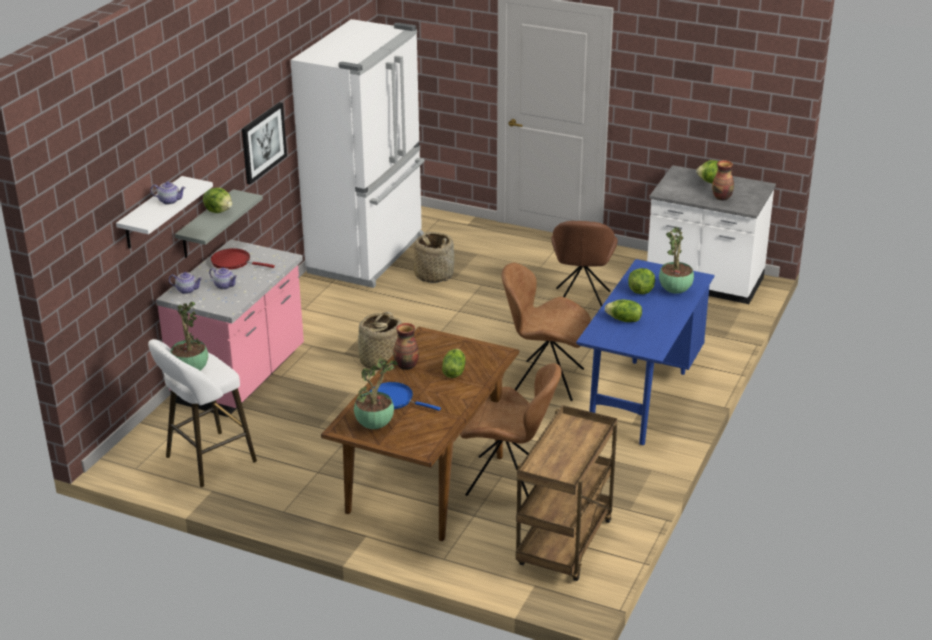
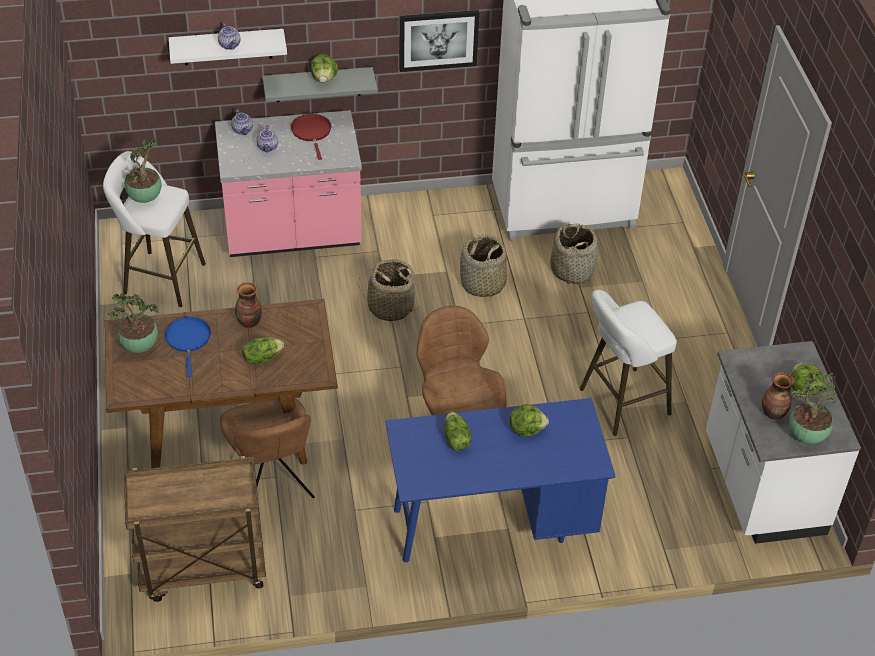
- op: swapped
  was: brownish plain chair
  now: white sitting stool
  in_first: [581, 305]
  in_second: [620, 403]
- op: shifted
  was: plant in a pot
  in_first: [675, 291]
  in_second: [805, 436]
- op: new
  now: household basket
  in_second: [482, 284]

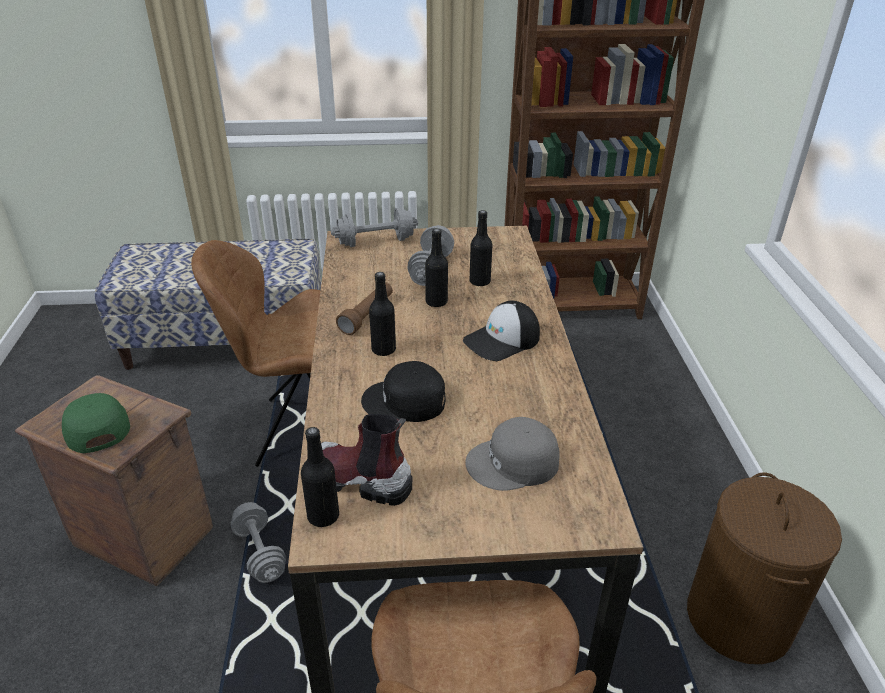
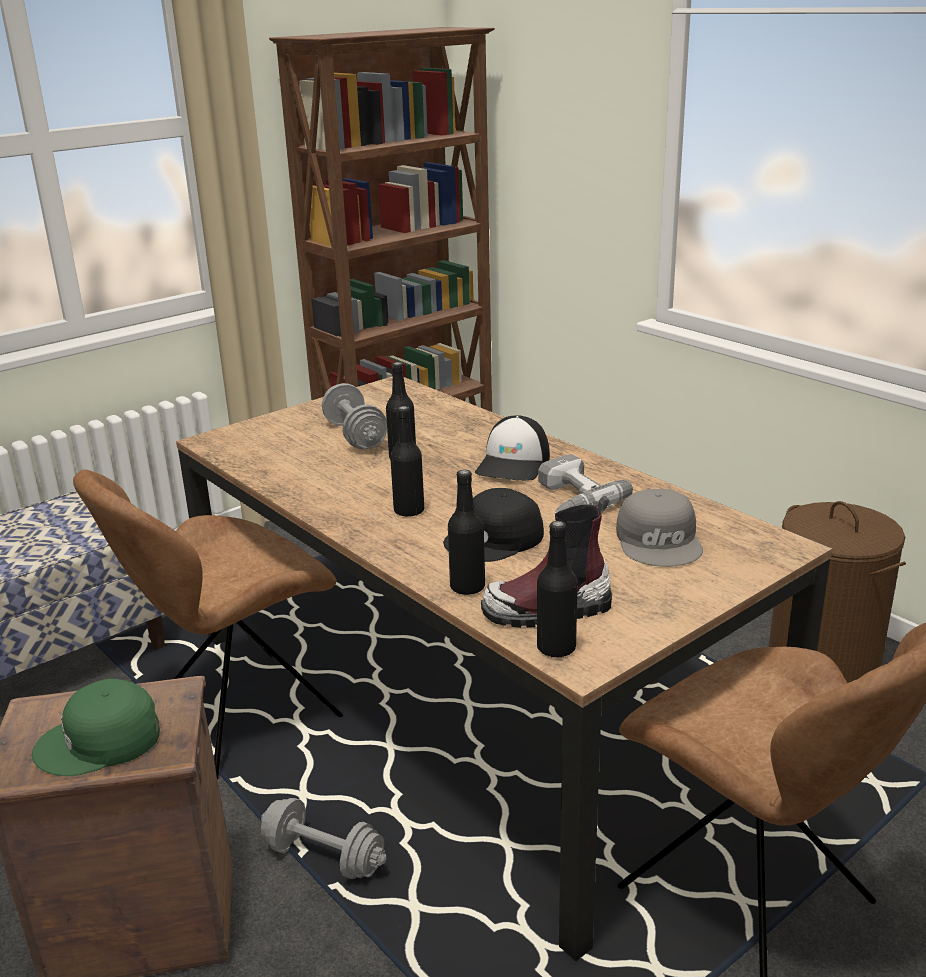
- op: gone
  was: grey hand weight
  in_first: [375, 242]
- op: shifted
  was: black-coloured drink bottle
  in_first: [480, 282]
  in_second: [467, 587]
- op: gone
  was: brownish flashlight
  in_first: [367, 315]
- op: rotated
  was: green peaked cap
  in_first: [95, 427]
  in_second: [100, 742]
  clockwise: -45
- op: rotated
  was: grey peaked cap
  in_first: [513, 463]
  in_second: [660, 541]
  clockwise: -45
- op: new
  now: electric drill
  in_second: [570, 499]

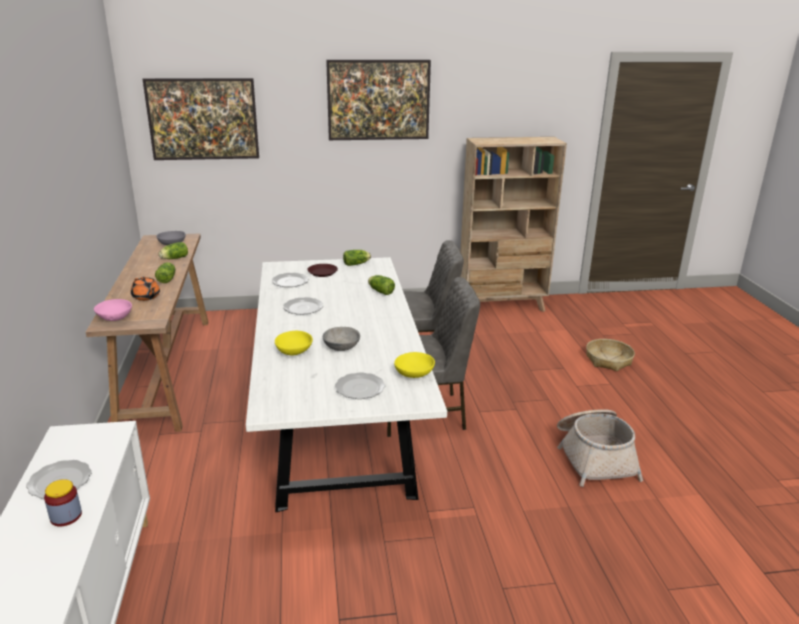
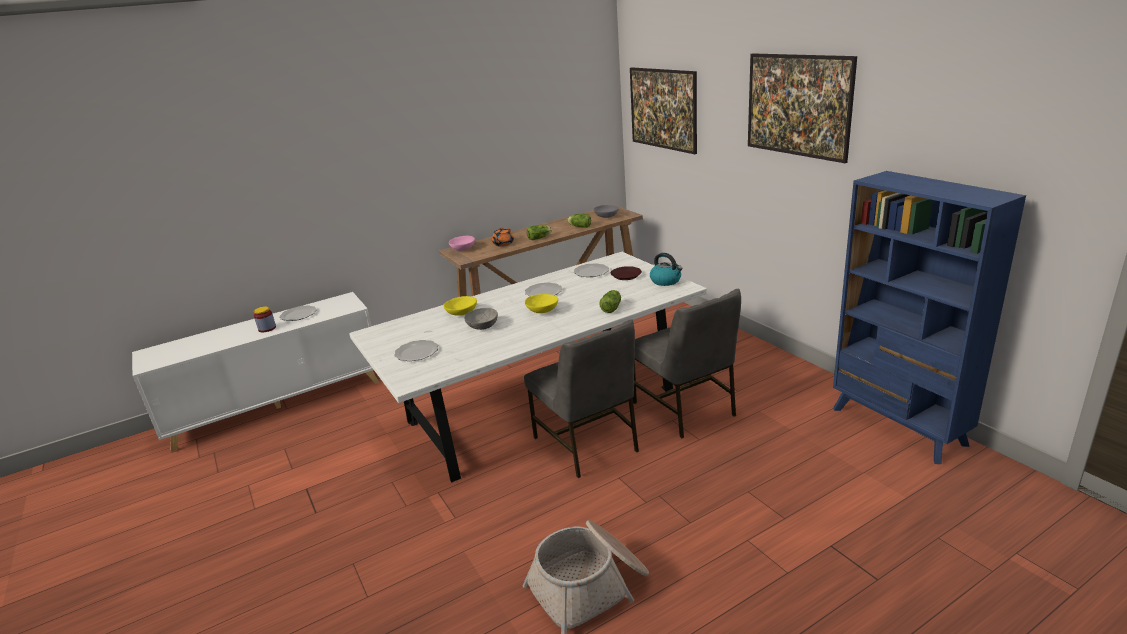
- op: repainted
  was: beige shelving unit
  now: blue shelving unit
  in_first: [502, 306]
  in_second: [898, 427]
- op: swapped
  was: lettuce head
  now: kettle
  in_first: [357, 264]
  in_second: [666, 281]
- op: gone
  was: household basket
  in_first: [608, 360]
- op: shifted
  was: yellow-coloured serving bowl
  in_first: [414, 374]
  in_second: [542, 311]

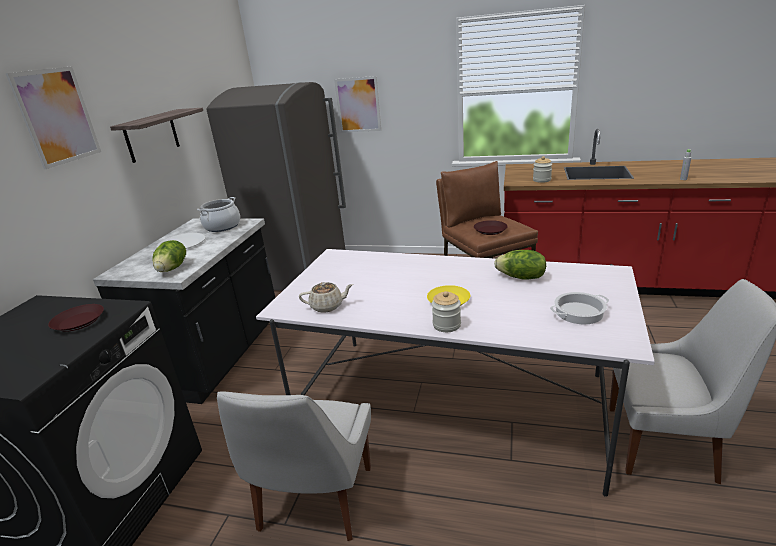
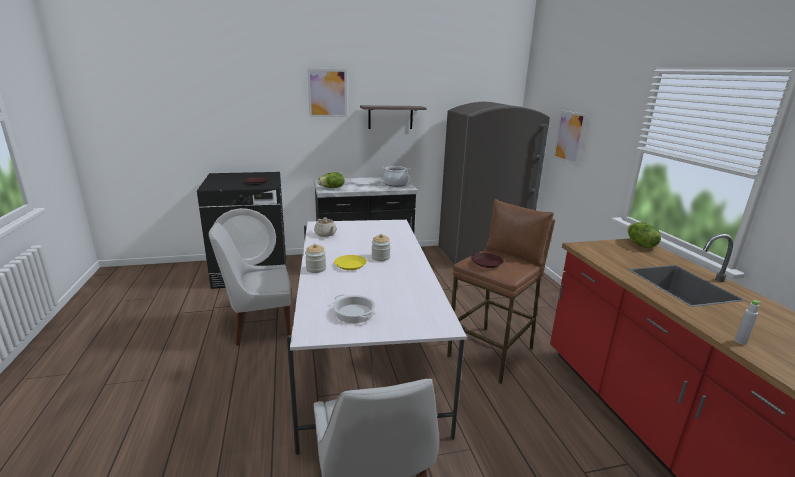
- op: shifted
  was: jar
  in_first: [542, 180]
  in_second: [380, 257]
- op: shifted
  was: lettuce head
  in_first: [521, 277]
  in_second: [639, 245]

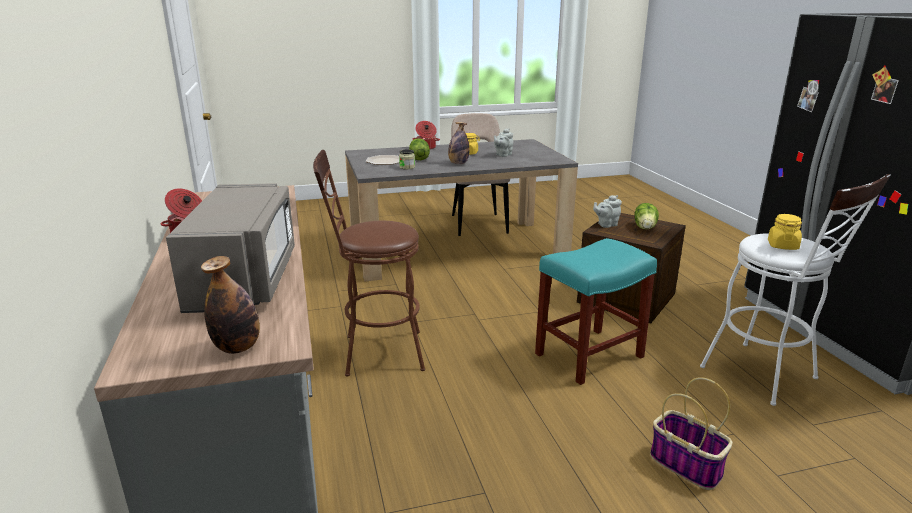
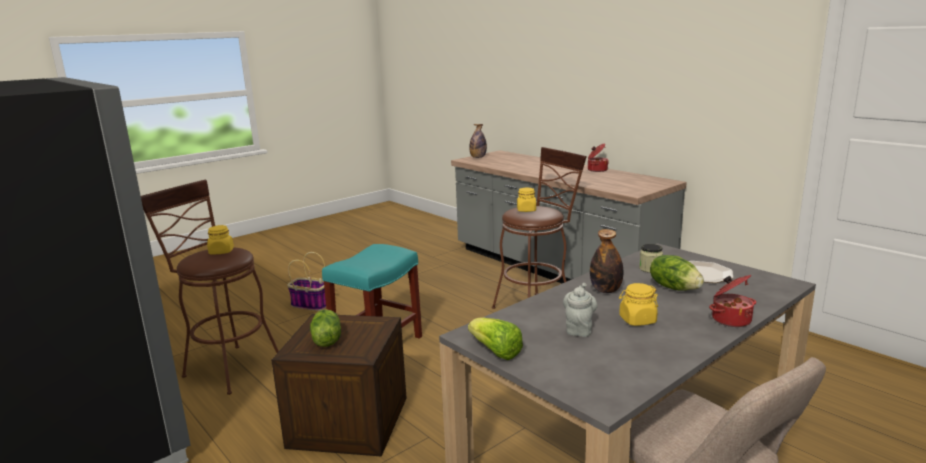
- op: repainted
  was: white sitting stool
  now: brownish sitting stool
  in_first: [767, 376]
  in_second: [227, 367]
- op: gone
  was: grey kitchen microwave
  in_first: [245, 280]
- op: gone
  was: grey teapot
  in_first: [606, 225]
- op: new
  now: yellow-coloured jar
  in_second: [526, 210]
- op: new
  now: lettuce head
  in_second: [495, 352]

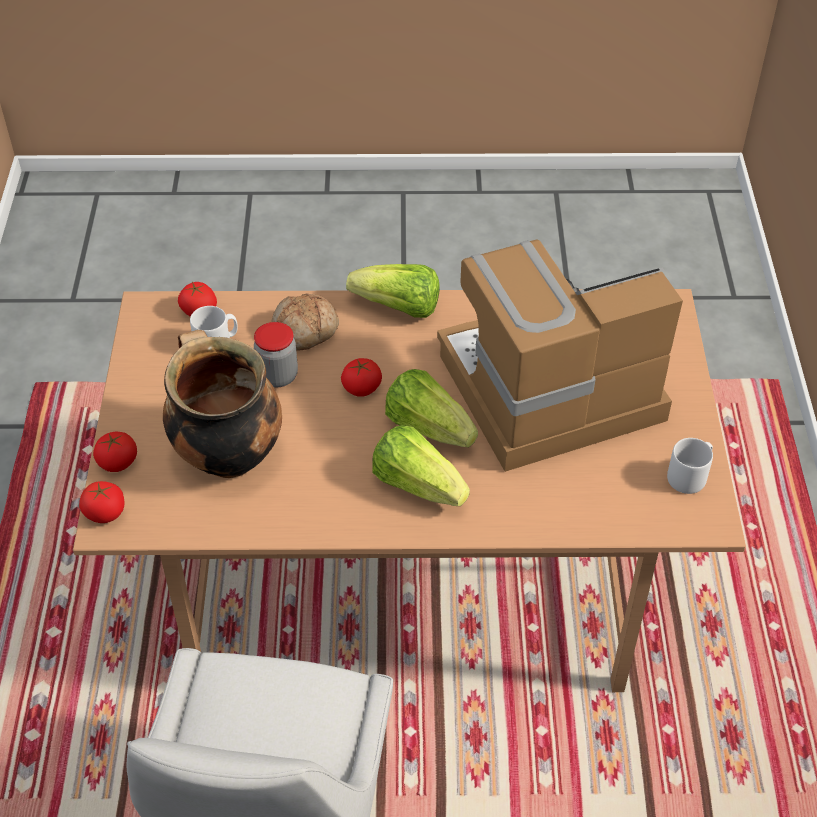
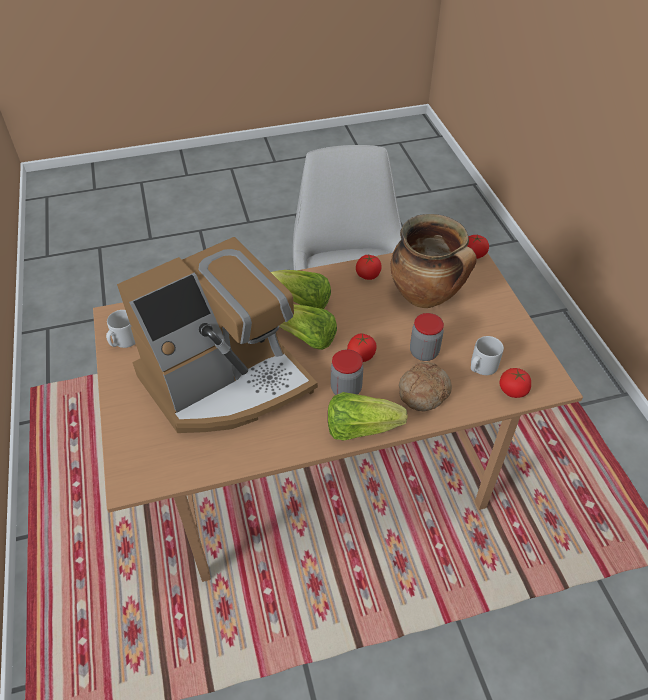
- op: shifted
  was: tomato
  in_first: [118, 462]
  in_second: [368, 275]
- op: new
  now: jar
  in_second: [346, 389]

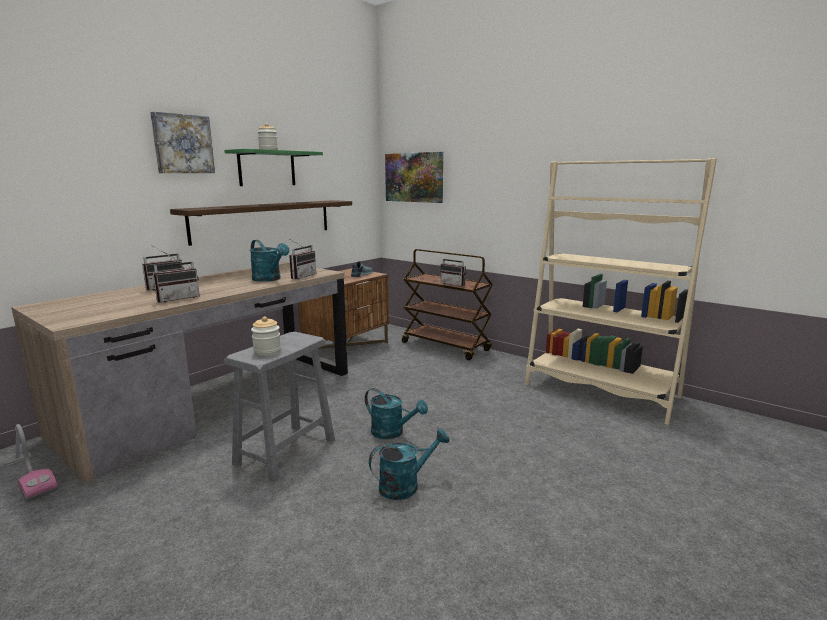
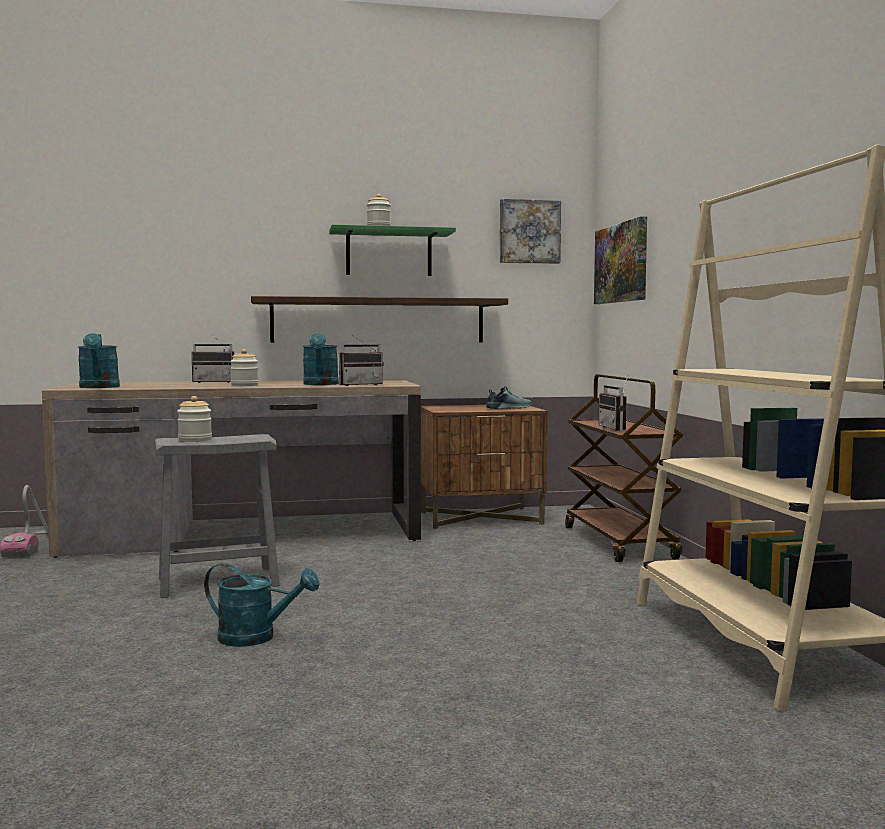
- op: shifted
  was: wall picture
  in_first: [182, 144]
  in_second: [529, 232]
- op: gone
  was: radio receiver
  in_first: [177, 298]
- op: shifted
  was: blue-green watering can
  in_first: [392, 433]
  in_second: [99, 387]
- op: new
  now: jar
  in_second: [244, 385]

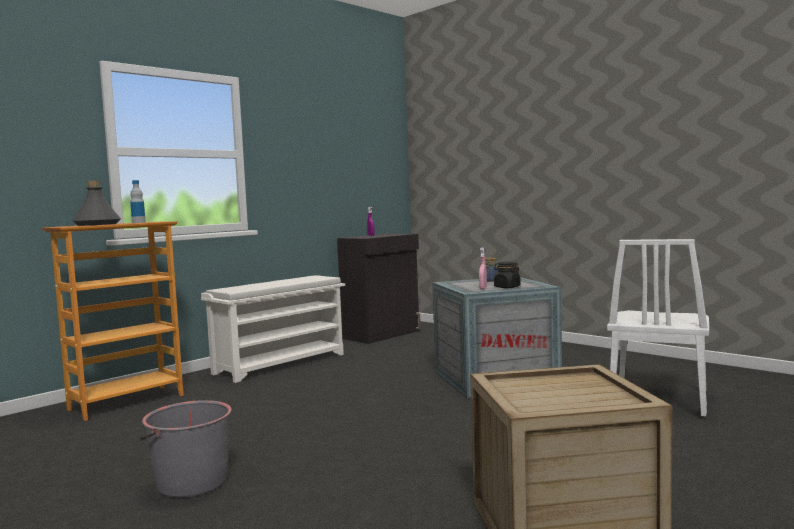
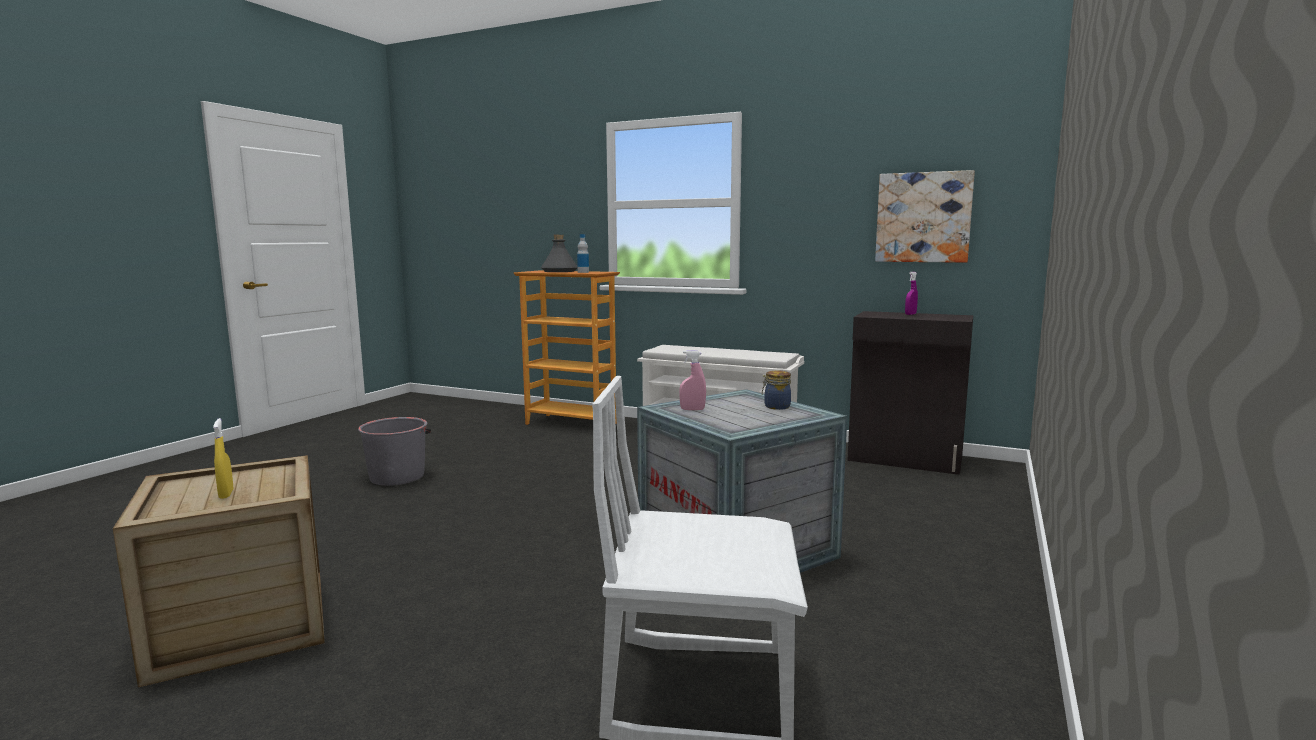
- op: gone
  was: black-coloured jar
  in_first: [507, 287]
- op: new
  now: wall picture
  in_second: [923, 217]
- op: new
  now: yellow-coloured sprayer
  in_second: [226, 494]

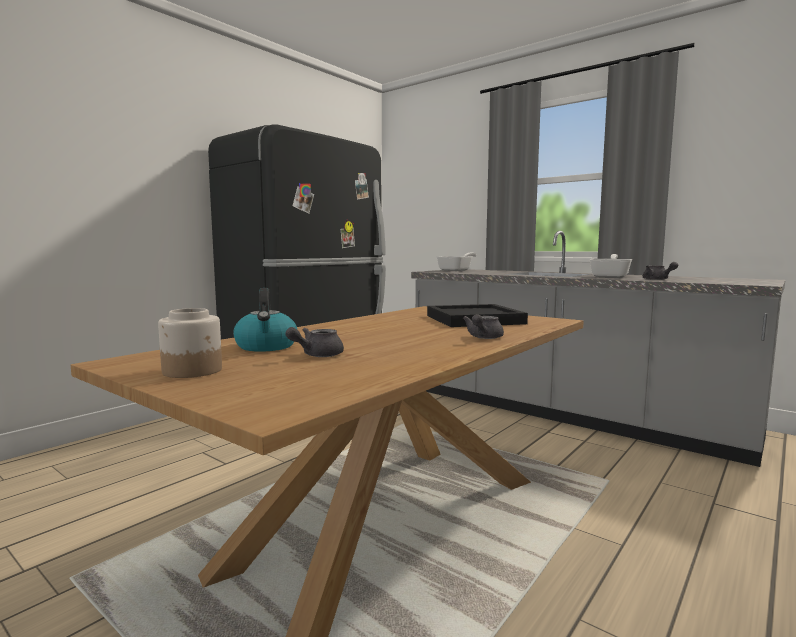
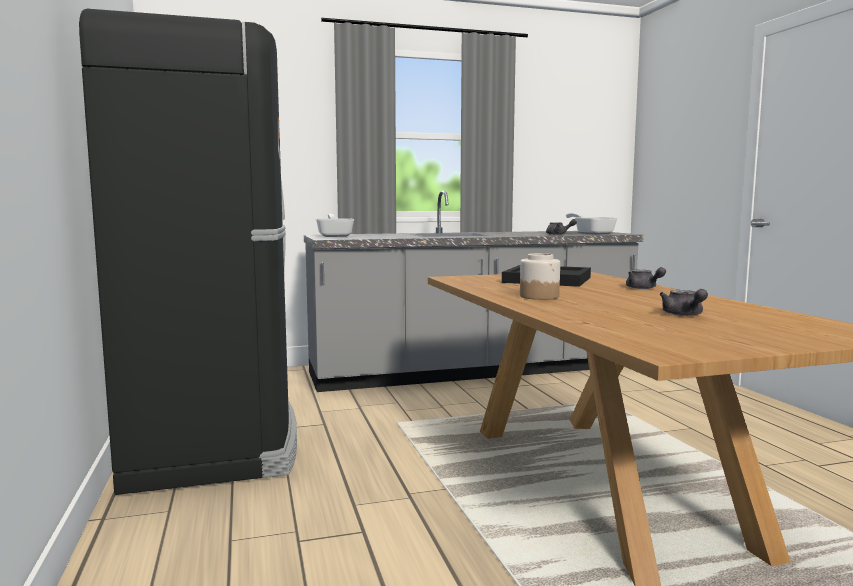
- op: shifted
  was: pan
  in_first: [610, 277]
  in_second: [591, 233]
- op: gone
  was: kettle
  in_first: [266, 346]
- op: shifted
  was: jar
  in_first: [193, 371]
  in_second: [539, 296]

